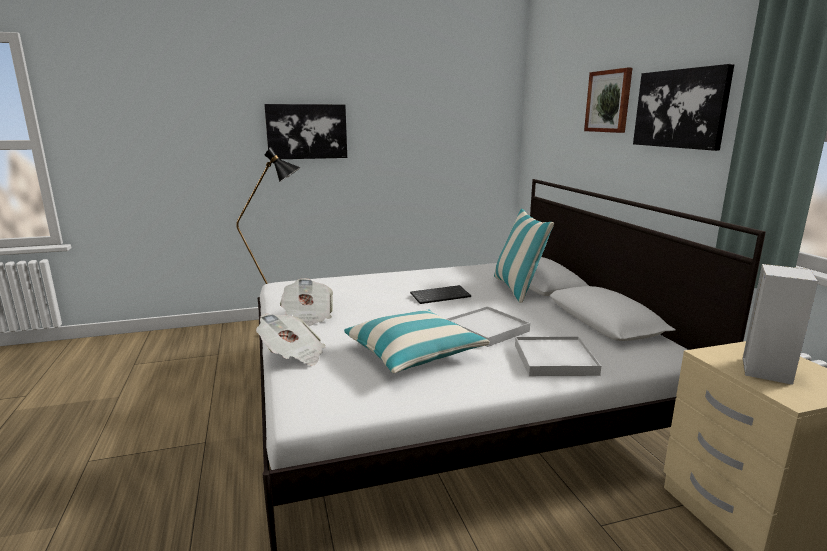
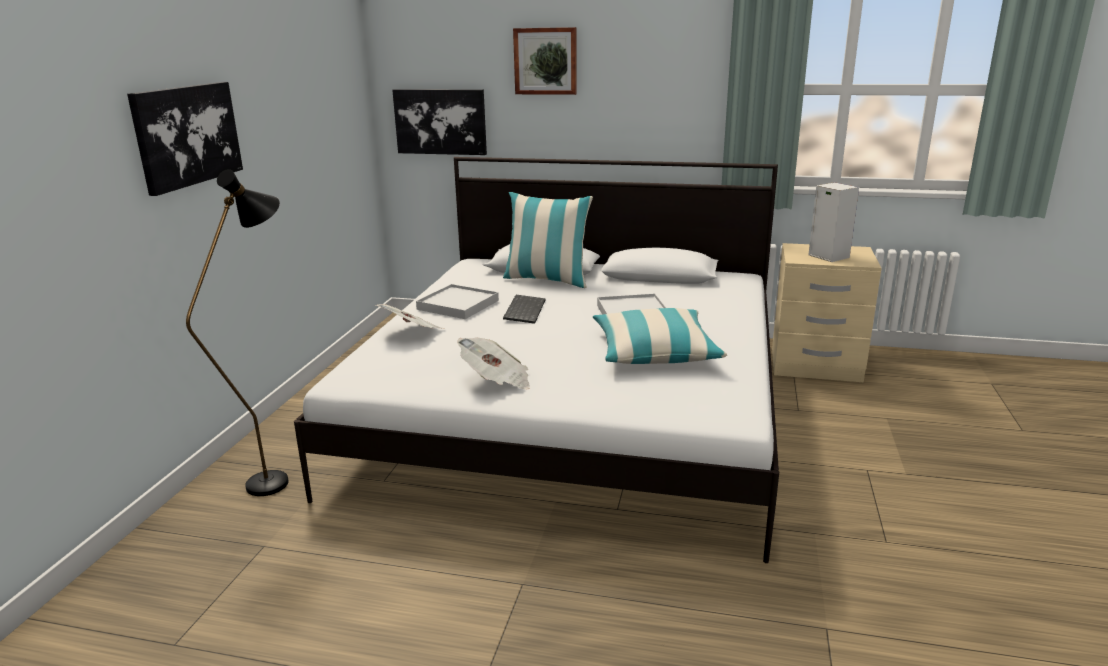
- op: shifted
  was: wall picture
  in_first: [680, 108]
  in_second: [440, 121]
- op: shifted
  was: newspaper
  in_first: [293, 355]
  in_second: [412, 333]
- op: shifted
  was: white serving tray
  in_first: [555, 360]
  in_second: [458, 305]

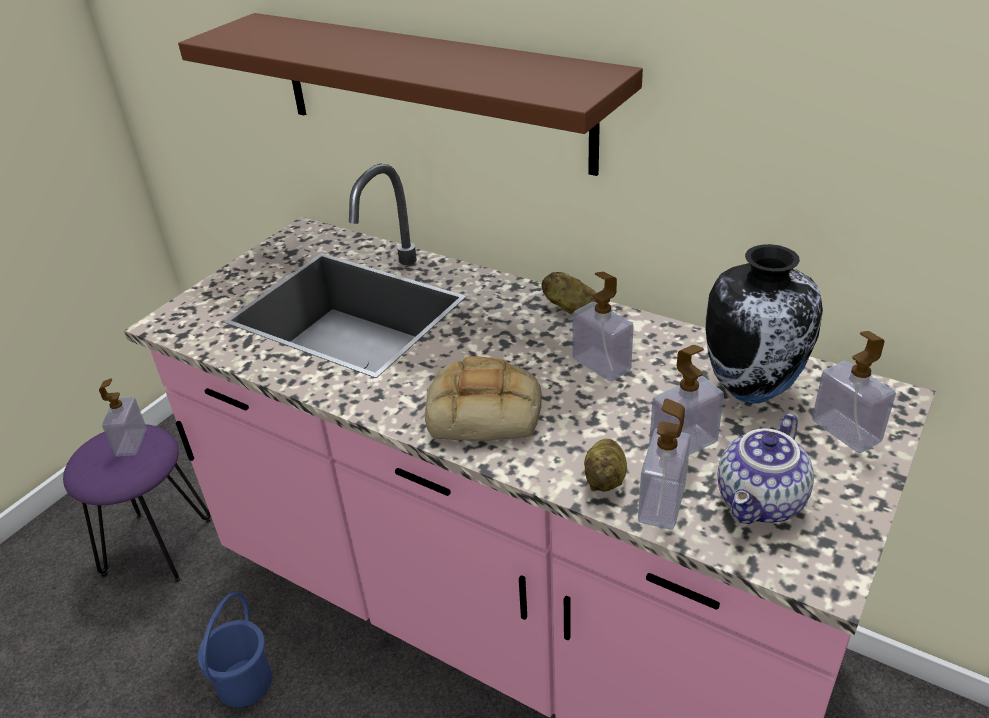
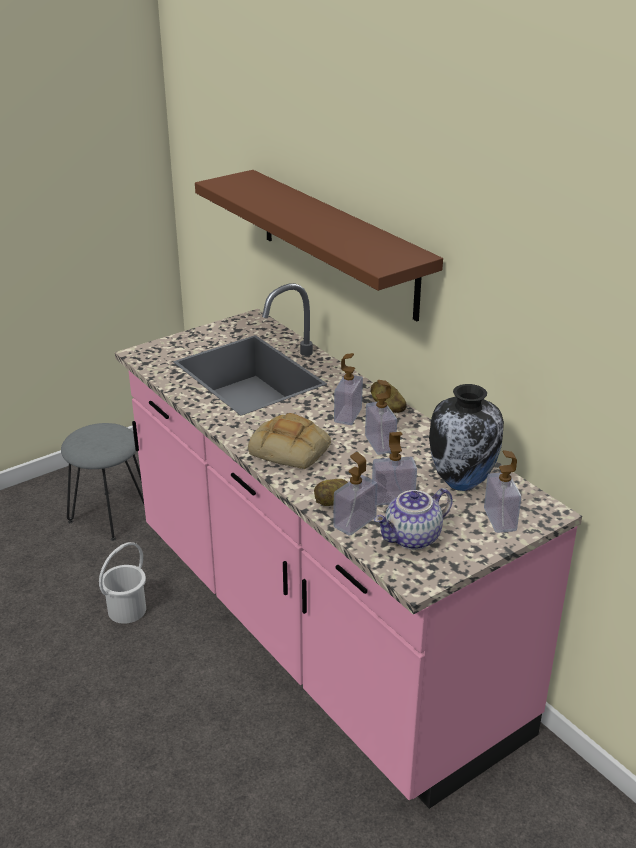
- op: shifted
  was: soap dispenser
  in_first: [131, 442]
  in_second: [348, 415]
- op: repainted
  was: purplish sitting stool
  now: grey sitting stool
  in_first: [158, 546]
  in_second: [110, 515]
- op: repainted
  was: blue bucket
  now: white bucket
  in_first: [243, 682]
  in_second: [126, 610]

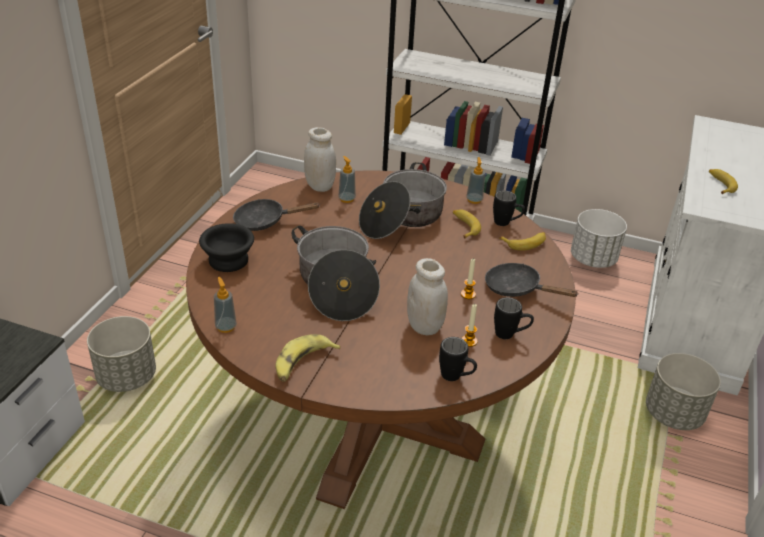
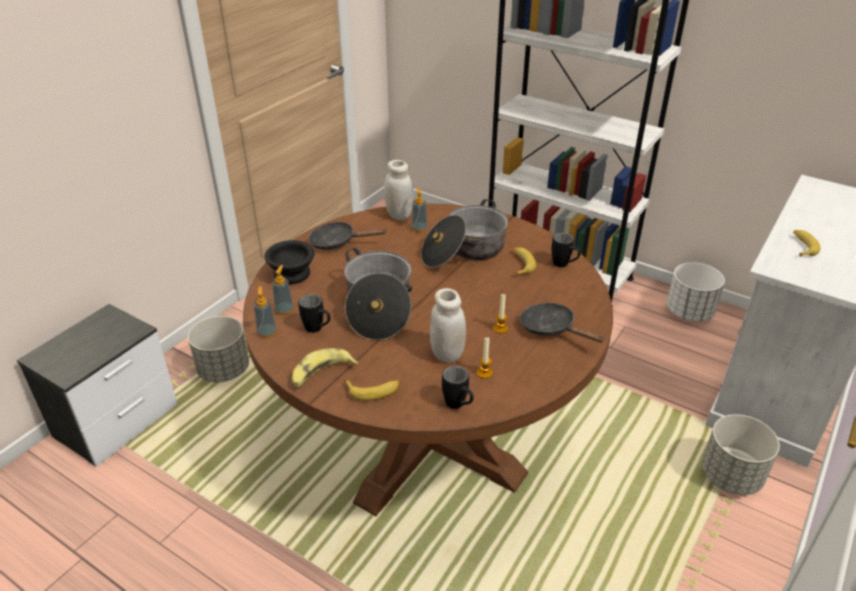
- op: shifted
  was: soap dispenser
  in_first: [474, 200]
  in_second: [284, 310]
- op: shifted
  was: whole banana
  in_first: [525, 243]
  in_second: [373, 391]
- op: shifted
  was: black-coloured mug
  in_first: [510, 335]
  in_second: [318, 329]

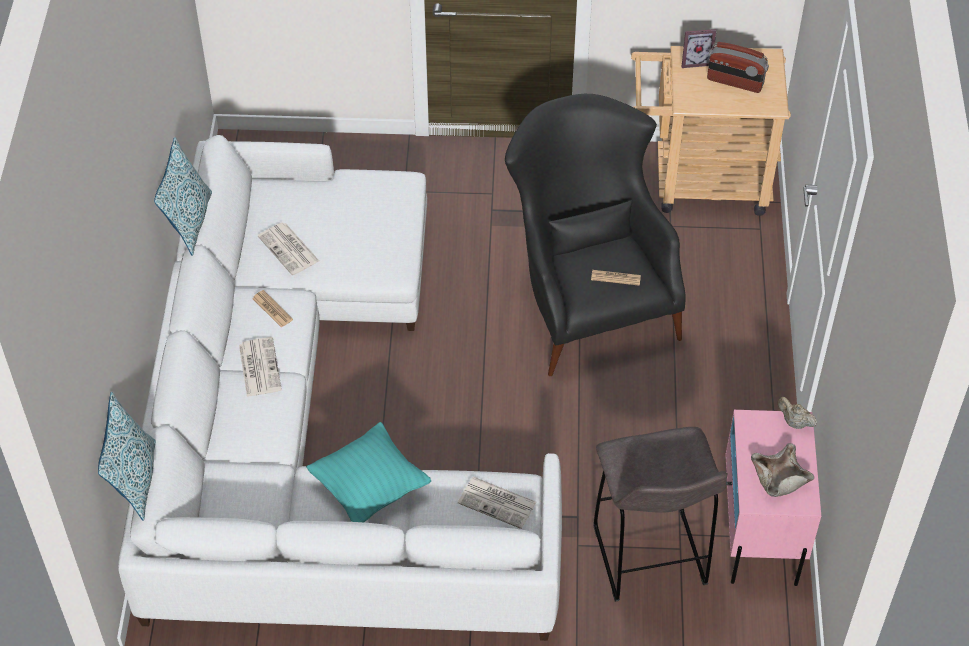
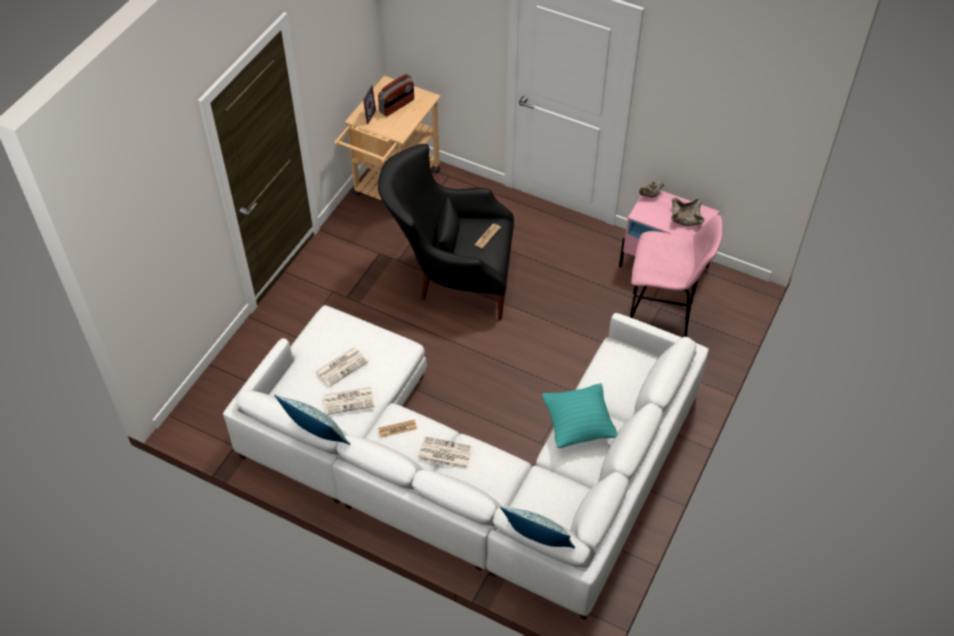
- op: repainted
  was: grey sitting stool
  now: pink-coloured sitting stool
  in_first: [650, 559]
  in_second: [660, 324]
- op: shifted
  was: newspaper
  in_first: [498, 503]
  in_second: [342, 366]

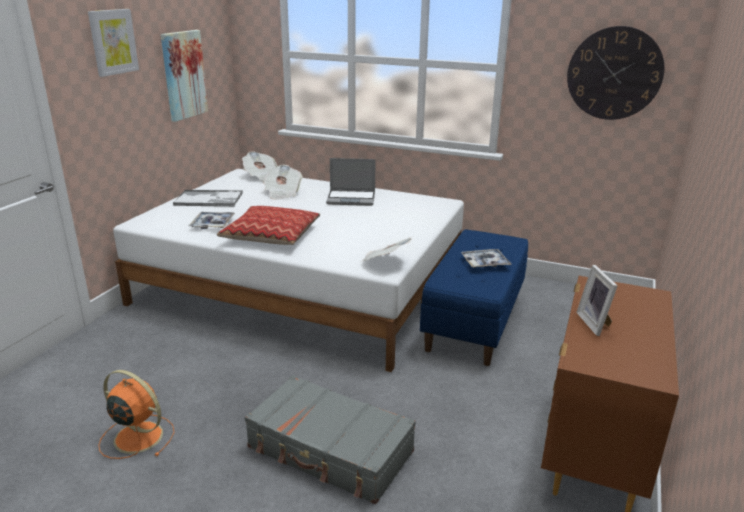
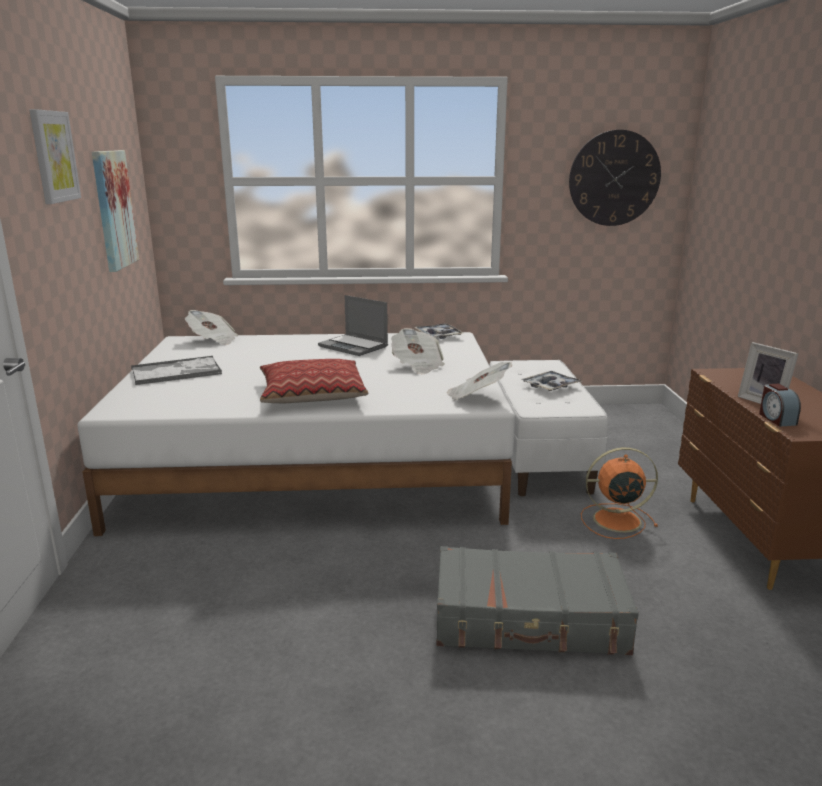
- op: rotated
  was: portable computer
  in_first: [352, 199]
  in_second: [354, 346]
  clockwise: 60
- op: shifted
  was: newspaper
  in_first: [282, 193]
  in_second: [417, 365]
- op: shifted
  was: serving tray
  in_first: [212, 224]
  in_second: [438, 336]
- op: repainted
  was: blue indoor bench
  now: white indoor bench
  in_first: [473, 321]
  in_second: [536, 457]
- op: shifted
  was: orangey fan
  in_first: [136, 436]
  in_second: [614, 520]
- op: new
  now: alarm clock
  in_second: [776, 419]

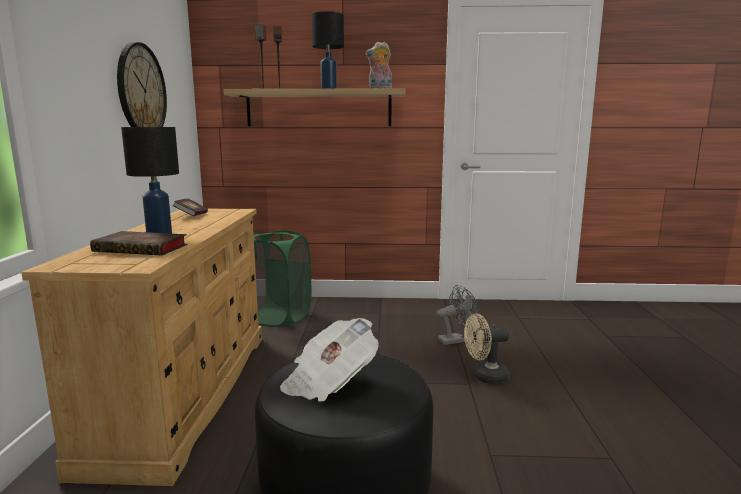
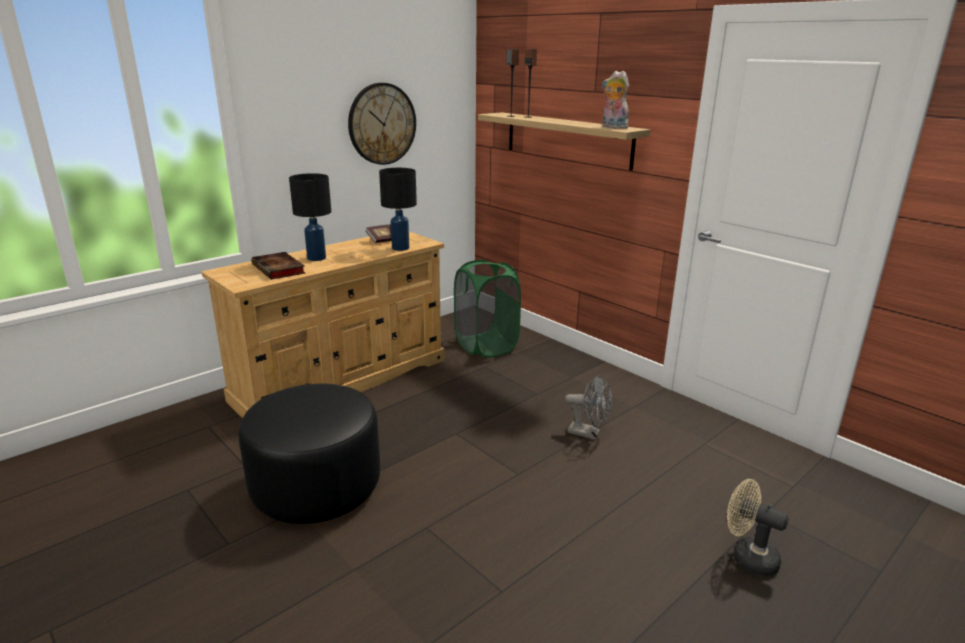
- op: shifted
  was: black-coloured lamp for a table
  in_first: [329, 89]
  in_second: [401, 248]
- op: shifted
  was: beige fan
  in_first: [485, 377]
  in_second: [747, 557]
- op: gone
  was: newspaper
  in_first: [329, 382]

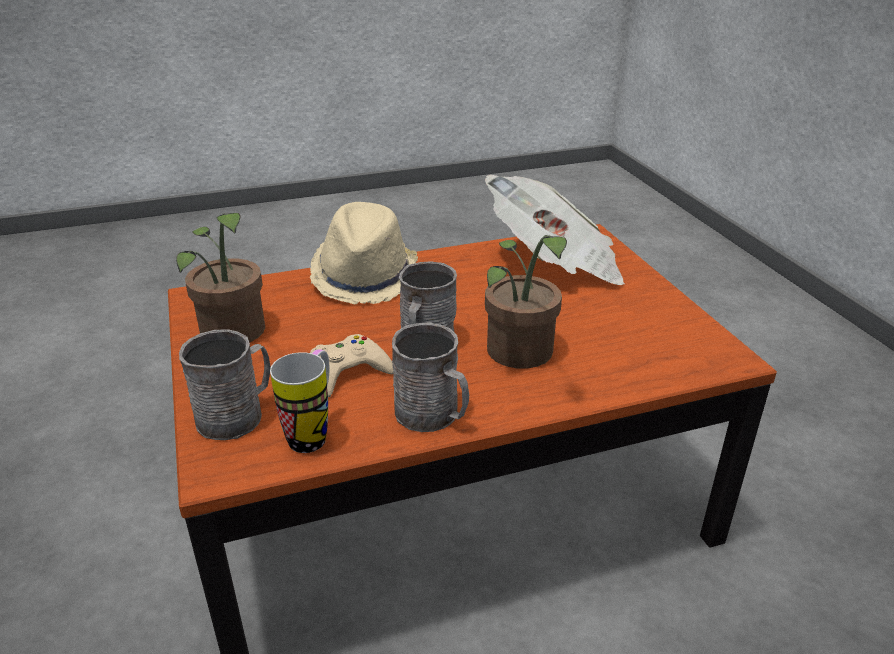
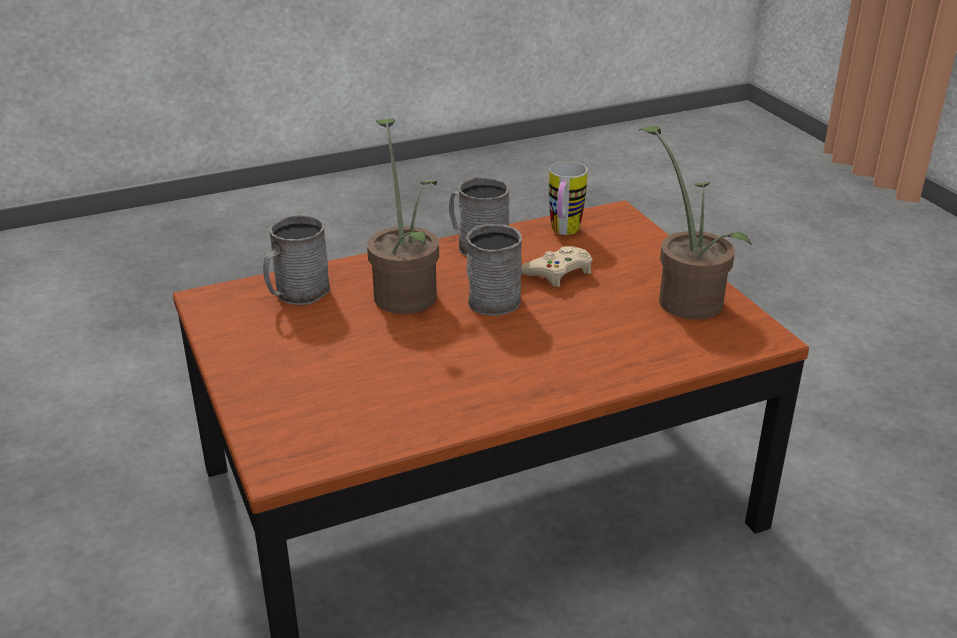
- op: gone
  was: newspaper
  in_first: [555, 264]
- op: gone
  was: beige clothing hat
  in_first: [365, 276]
- op: shifted
  was: grey mug
  in_first: [237, 414]
  in_second: [297, 294]

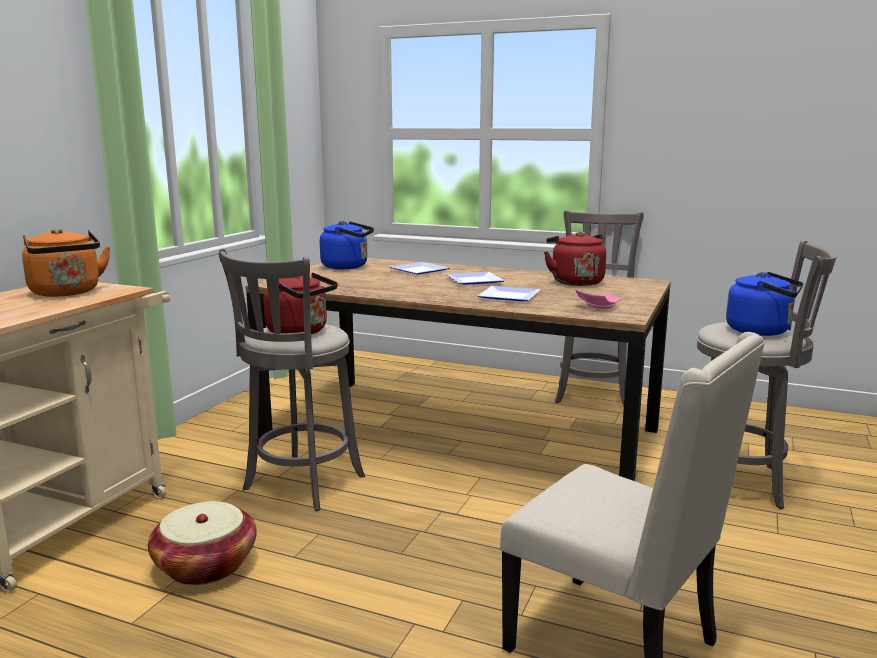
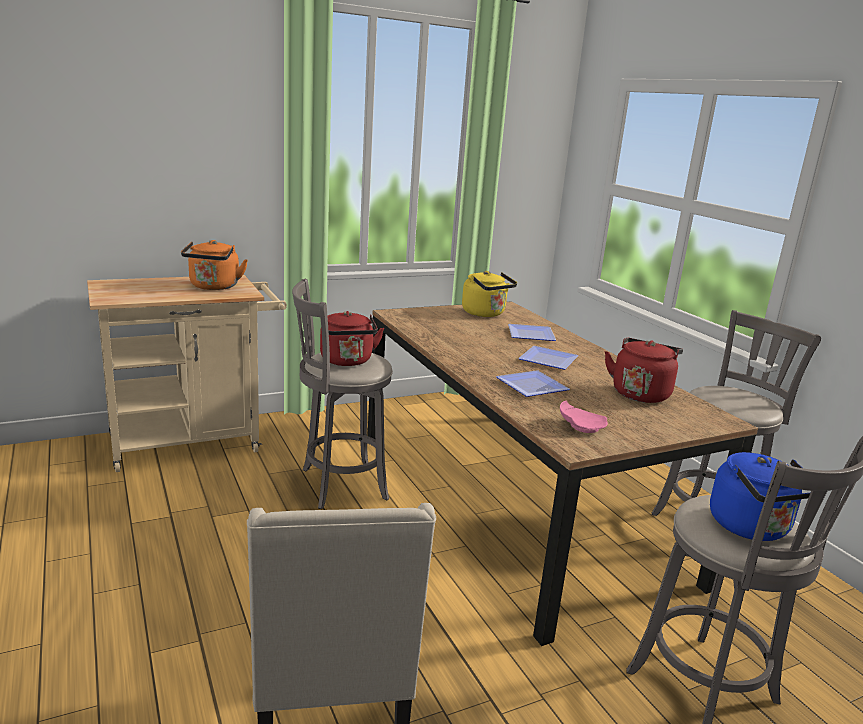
- op: repainted
  was: blue kettle
  now: yellow-coloured kettle
  in_first: [348, 267]
  in_second: [485, 314]
- op: gone
  was: household basket
  in_first: [206, 565]

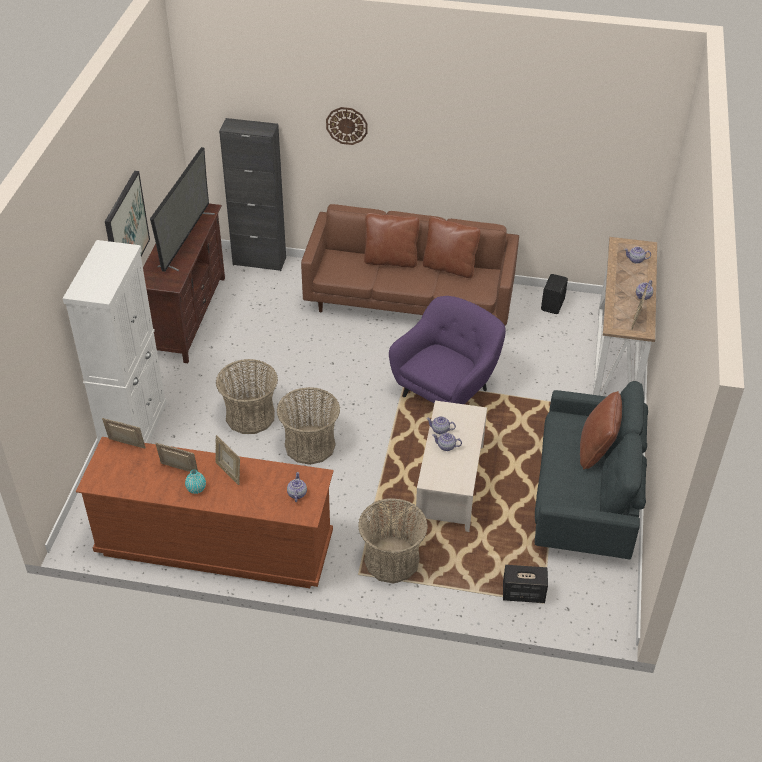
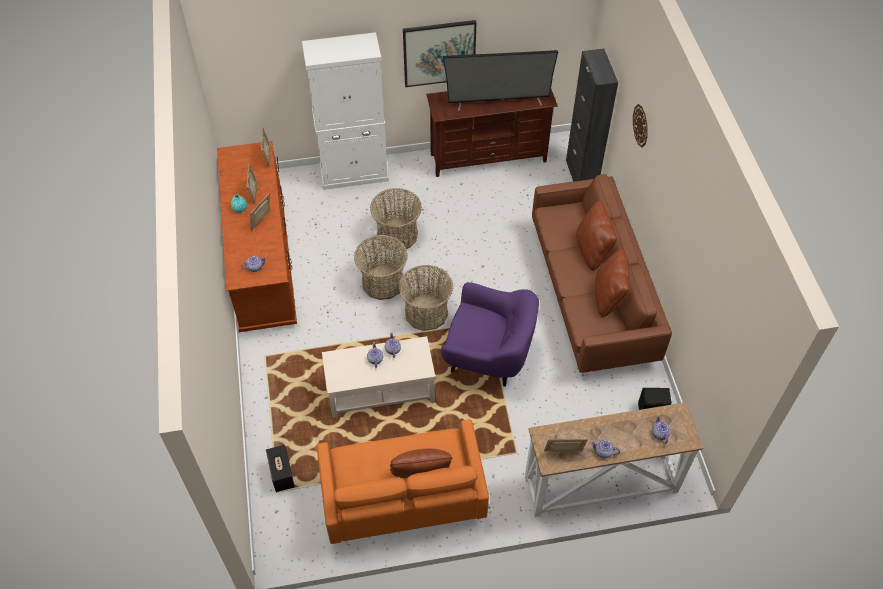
- op: repainted
  was: grey settee
  now: orangey settee
  in_first: [584, 499]
  in_second: [402, 497]
- op: shifted
  was: household basket
  in_first: [391, 560]
  in_second: [426, 312]

